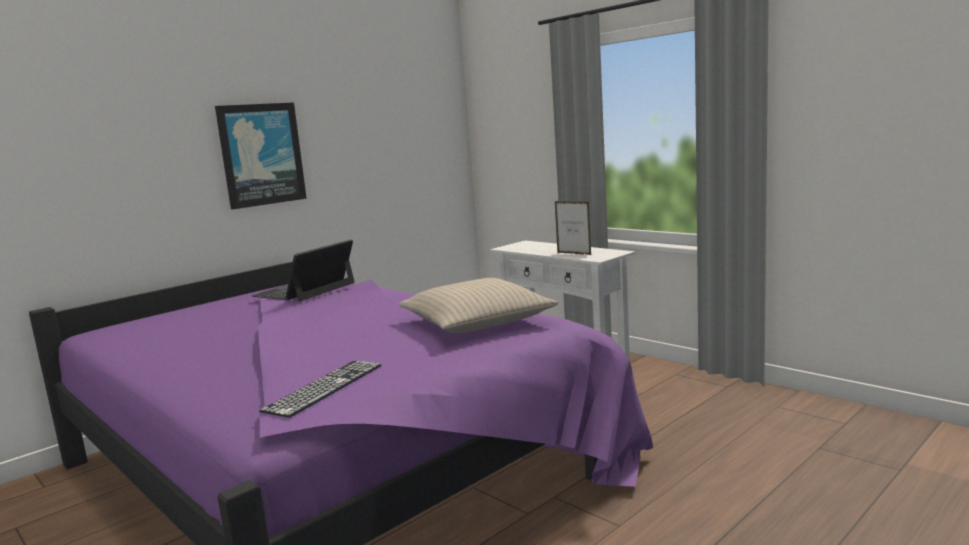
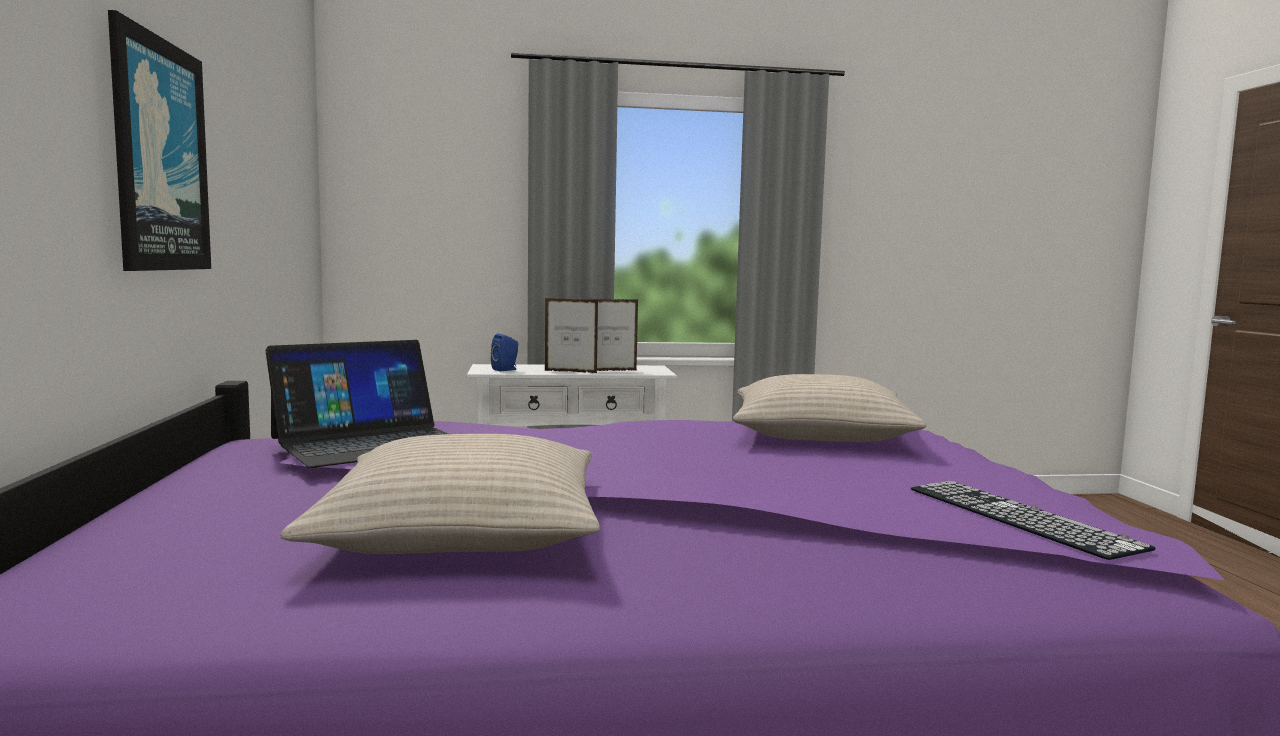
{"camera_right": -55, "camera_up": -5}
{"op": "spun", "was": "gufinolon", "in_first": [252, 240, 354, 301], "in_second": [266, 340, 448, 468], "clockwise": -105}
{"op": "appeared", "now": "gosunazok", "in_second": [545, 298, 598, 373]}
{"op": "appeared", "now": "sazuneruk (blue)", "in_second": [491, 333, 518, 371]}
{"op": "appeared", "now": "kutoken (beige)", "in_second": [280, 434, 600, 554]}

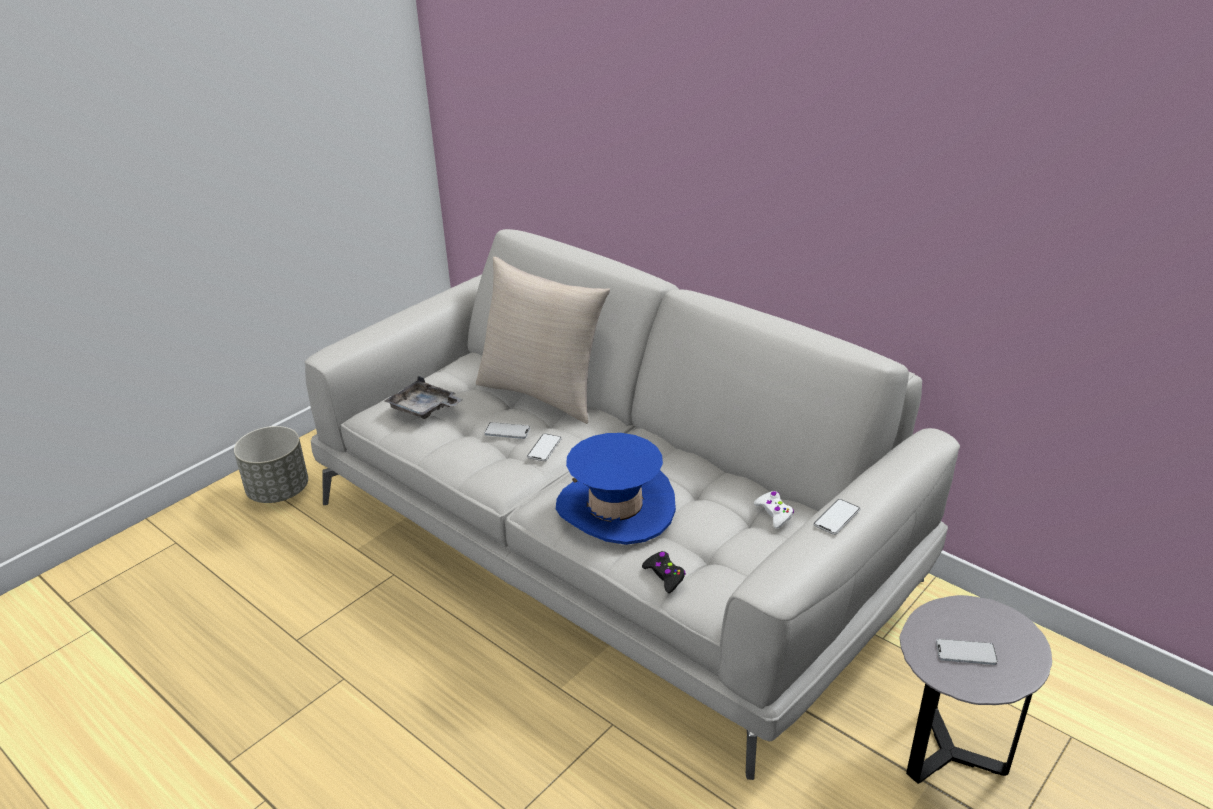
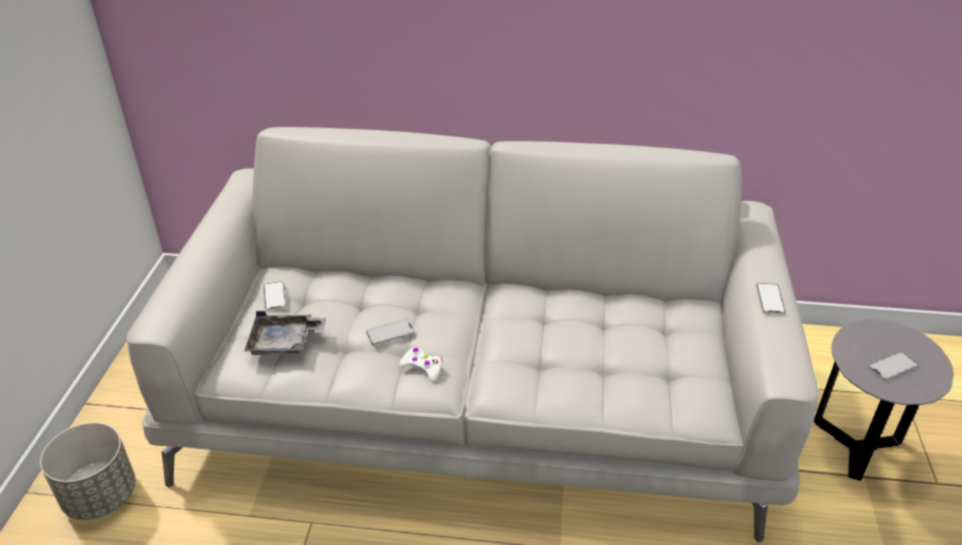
{"camera_right": -35, "camera_up": 5}
{"op": "missing", "was": "kutoken (beige)", "in_first": [476, 257, 610, 424]}
{"op": "relocated", "was": "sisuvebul", "in_first": [527, 433, 562, 461], "in_second": [263, 281, 287, 311]}
{"op": "missing", "was": "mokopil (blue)", "in_first": [556, 433, 676, 545]}
{"op": "relocated", "was": "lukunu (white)", "in_first": [754, 491, 794, 528], "in_second": [399, 347, 442, 381]}
{"op": "missing", "was": "lukunu (black)", "in_first": [642, 551, 686, 593]}

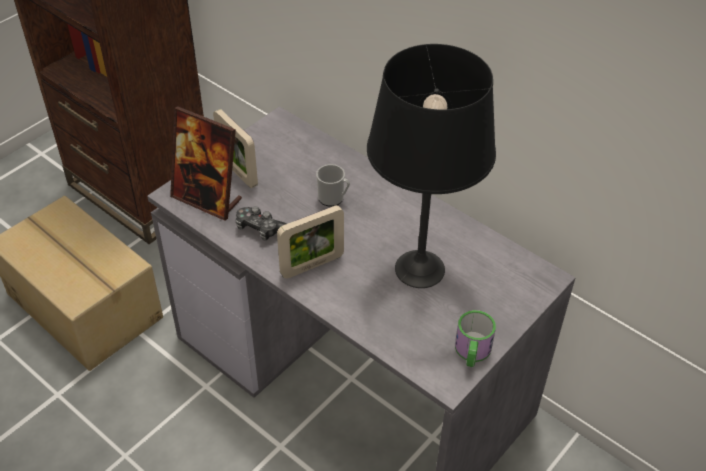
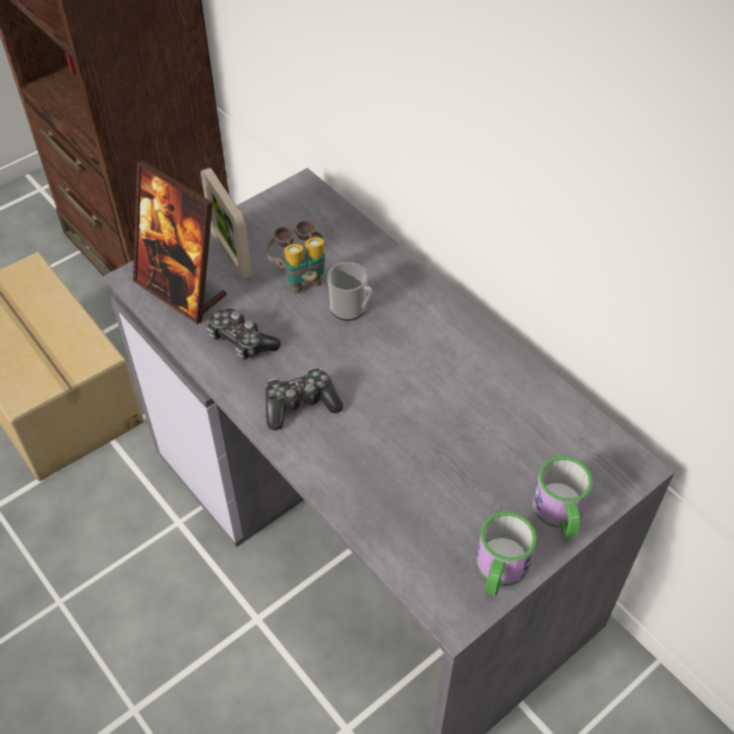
{"camera_right": 10, "camera_up": 5}
{"op": "missing", "was": "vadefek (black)", "in_first": [367, 44, 496, 288]}
{"op": "exchanged", "was": "gosunazok", "now": "lukunu", "in_first": [277, 205, 344, 279], "in_second": [265, 368, 343, 430]}
{"op": "appeared", "now": "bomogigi", "in_second": [265, 220, 325, 294]}
{"op": "appeared", "now": "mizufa", "in_second": [532, 456, 593, 538]}

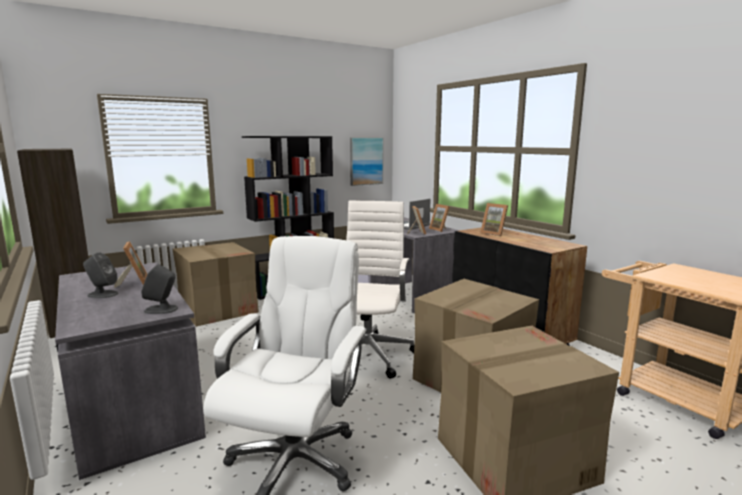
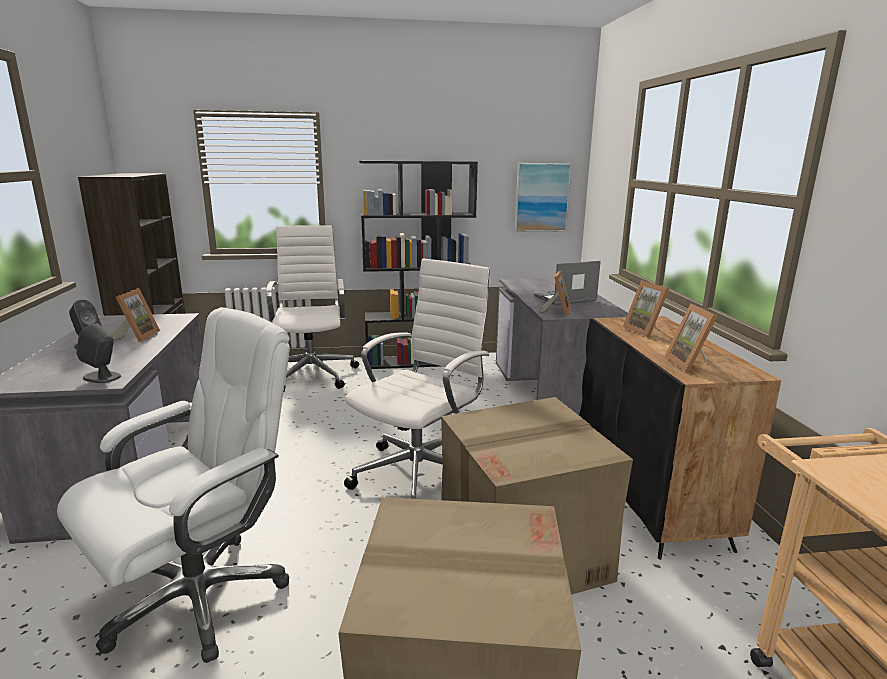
{"camera_right": 25, "camera_up": 5}
{"op": "relocated", "was": "gosunazok", "in_first": [429, 204, 449, 232], "in_second": [665, 303, 717, 372]}
{"op": "exchanged", "was": "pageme", "now": "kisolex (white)", "in_first": [173, 242, 259, 327], "in_second": [266, 225, 359, 391]}

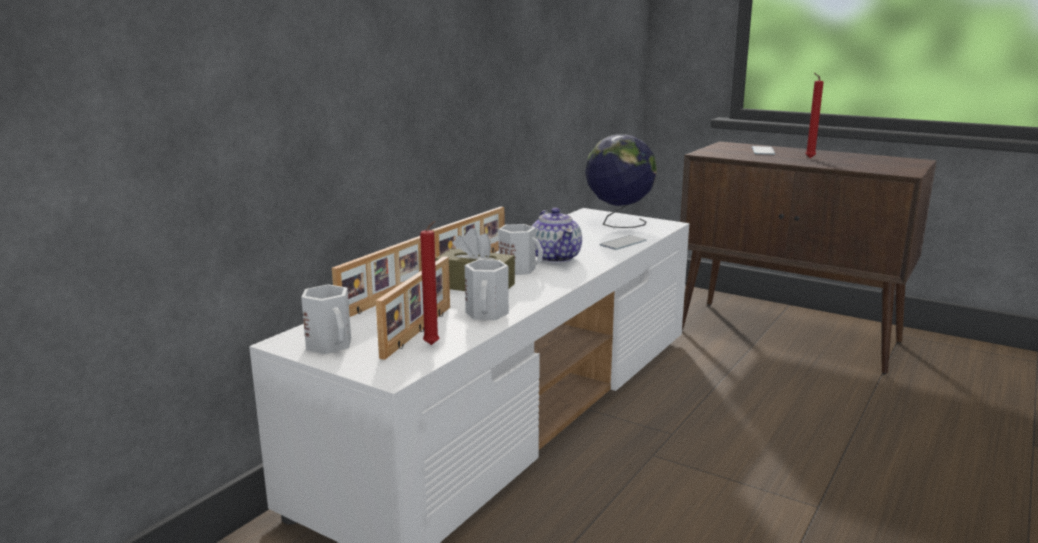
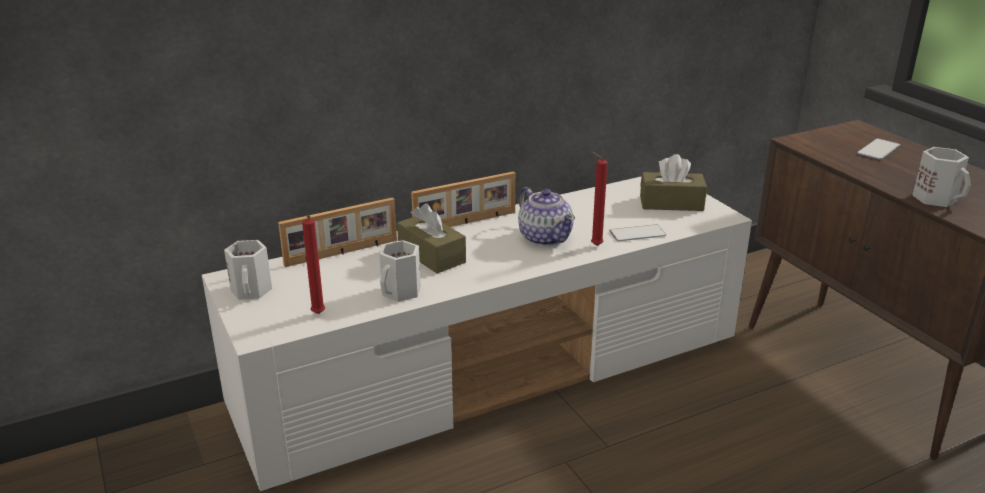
{"camera_right": 30, "camera_up": 10}
{"op": "relocated", "was": "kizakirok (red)", "in_first": [805, 73, 824, 158], "in_second": [591, 152, 608, 246]}
{"op": "exchanged", "was": "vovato", "now": "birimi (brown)", "in_first": [585, 135, 657, 228], "in_second": [640, 154, 707, 211]}
{"op": "spun", "was": "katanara", "in_first": [532, 208, 582, 263], "in_second": [518, 187, 575, 246], "clockwise": -45}
{"op": "relocated", "was": "mizufa (white)", "in_first": [498, 224, 543, 275], "in_second": [912, 147, 971, 207]}
{"op": "missing", "was": "gosunazok", "in_first": [376, 256, 450, 360]}

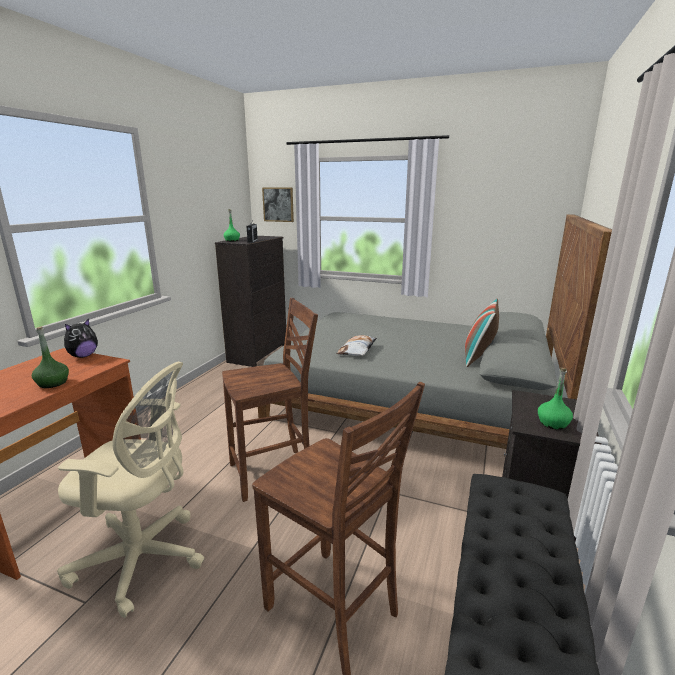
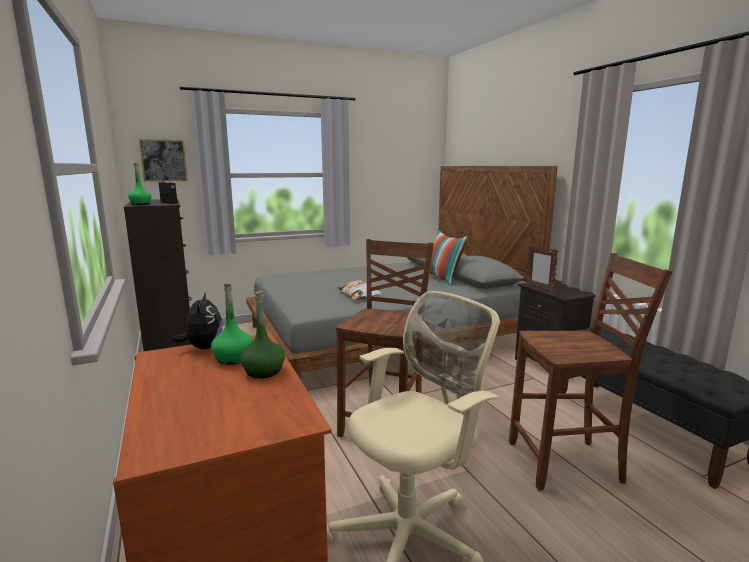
{"camera_right": -45, "camera_up": -5}
{"op": "relocated", "was": "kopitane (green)", "in_first": [538, 368, 573, 430], "in_second": [211, 284, 253, 365]}
{"op": "appeared", "now": "gosunazok", "in_second": [526, 245, 558, 292]}

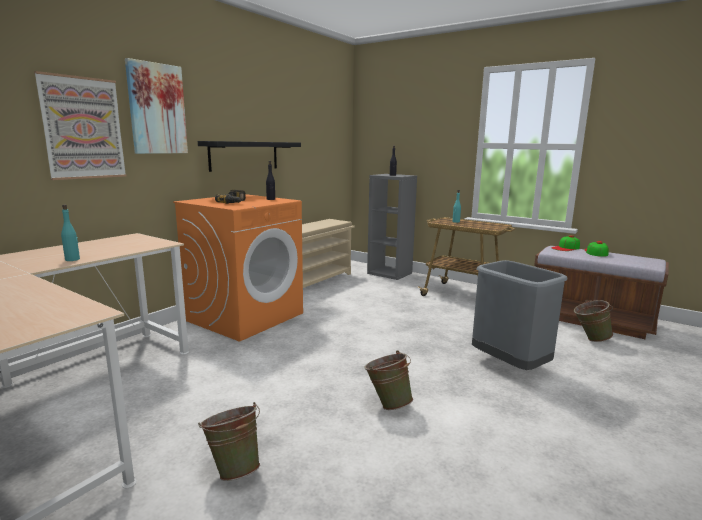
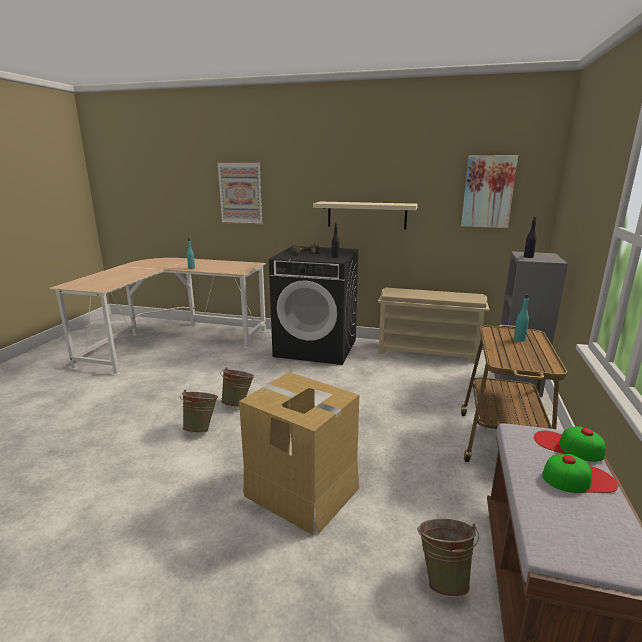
{"camera_right": 70, "camera_up": 5}
{"op": "relocated", "was": "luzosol", "in_first": [125, 58, 188, 154], "in_second": [461, 155, 518, 228]}
{"op": "colour", "was": "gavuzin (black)", "now": "gavuzin (beige)", "in_first": [198, 141, 301, 172], "in_second": [313, 202, 418, 229]}
{"op": "colour", "was": "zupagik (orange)", "now": "zupagik (black)", "in_first": [173, 194, 303, 342], "in_second": [269, 246, 359, 365]}
{"op": "exchanged", "was": "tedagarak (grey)", "now": "pageme", "in_first": [472, 260, 567, 370], "in_second": [239, 372, 359, 535]}
{"op": "relocated", "was": "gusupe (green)", "in_first": [198, 402, 260, 481], "in_second": [220, 367, 254, 407]}

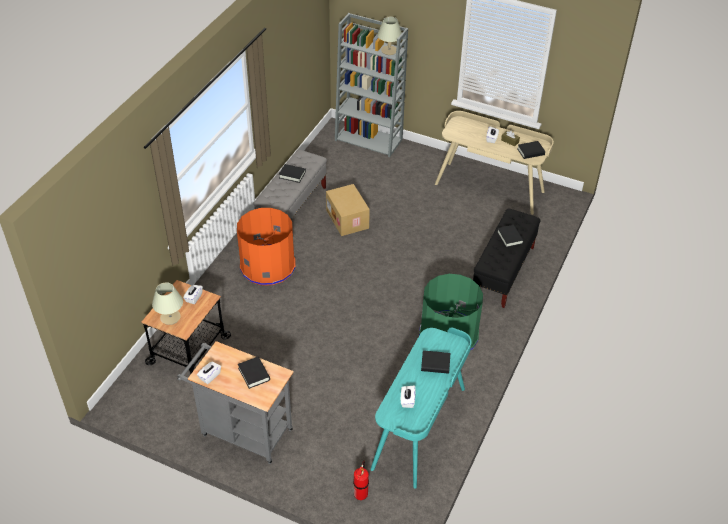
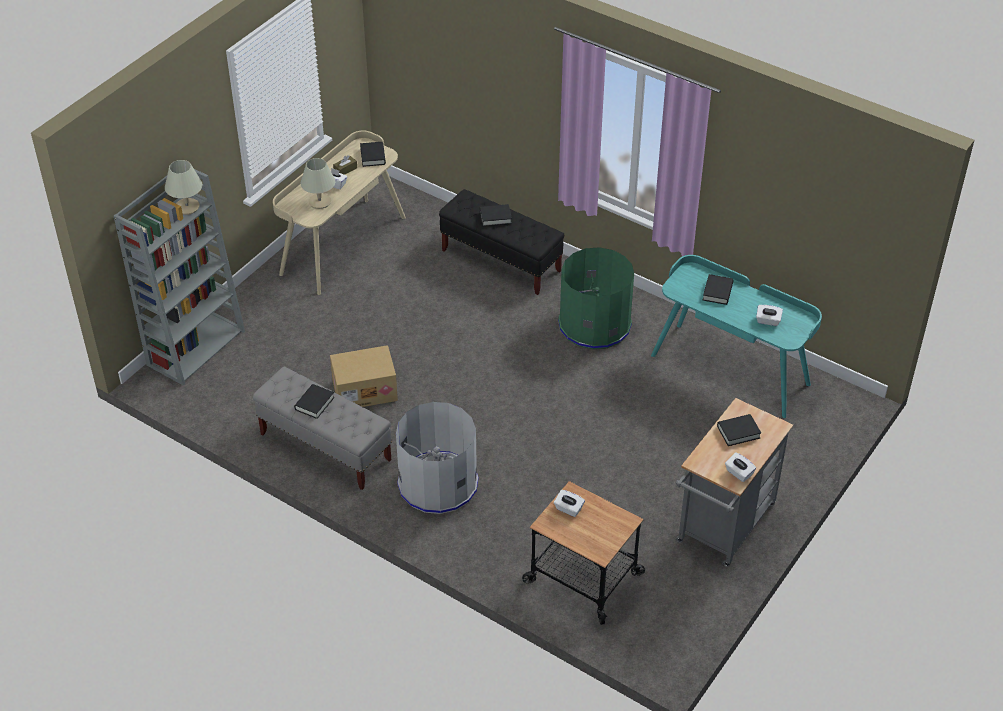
{"camera_right": -80, "camera_up": 0}
{"op": "colour", "was": "tedagarak (orange)", "now": "tedagarak (grey)", "in_first": [237, 208, 296, 286], "in_second": [396, 402, 479, 514]}
{"op": "relocated", "was": "vadefek (beige)", "in_first": [152, 282, 183, 325], "in_second": [301, 158, 335, 209]}
{"op": "missing", "was": "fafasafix", "in_first": [353, 460, 369, 500]}

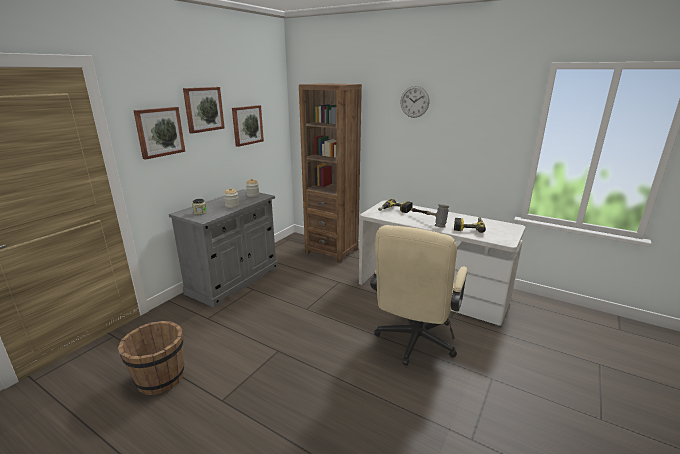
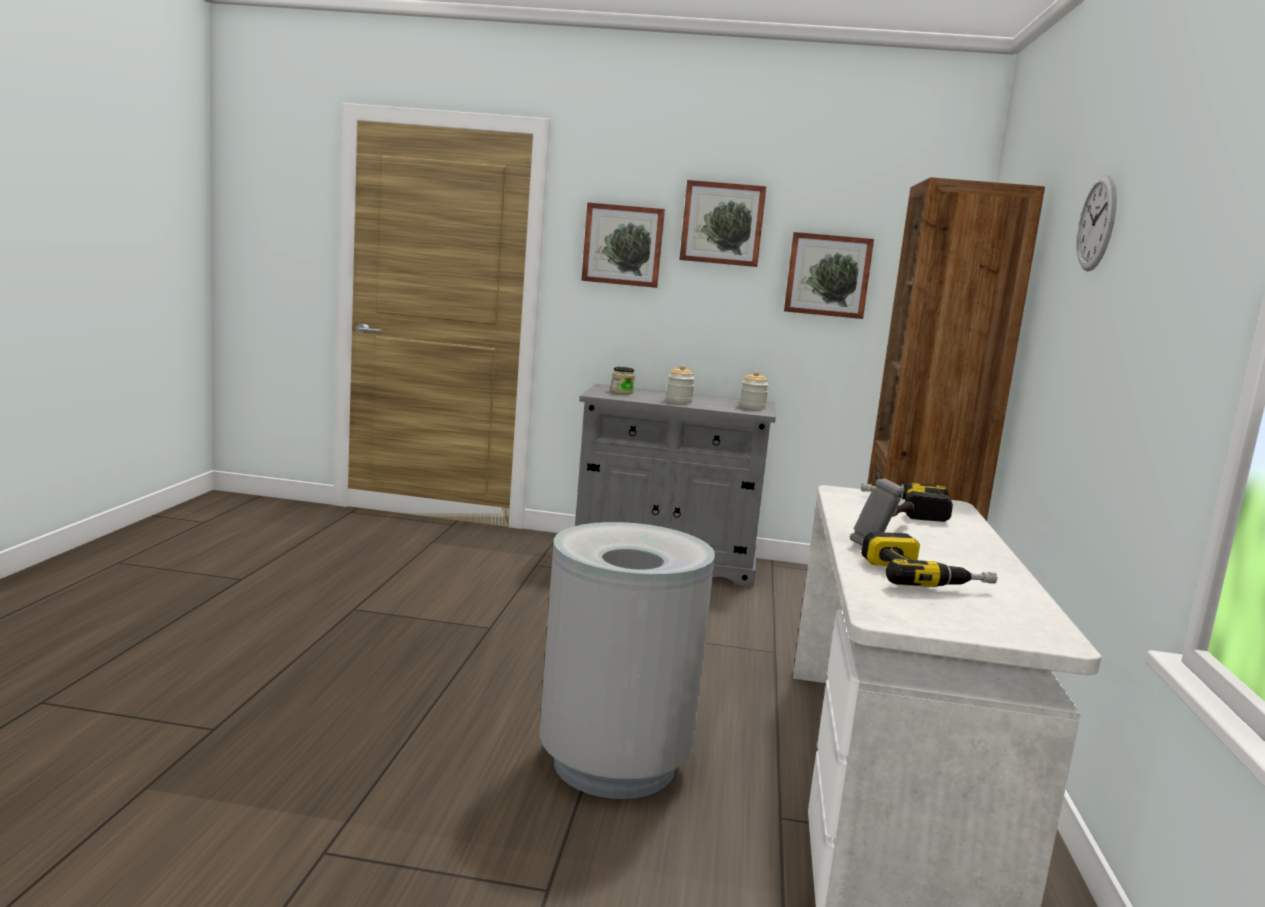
{"camera_right": 65, "camera_up": -10}
{"op": "exchanged", "was": "kisolex (beige)", "now": "tedagarak (grey)", "in_first": [370, 225, 467, 366], "in_second": [540, 522, 715, 799]}
{"op": "missing", "was": "gusupe (brown)", "in_first": [118, 321, 184, 395]}

